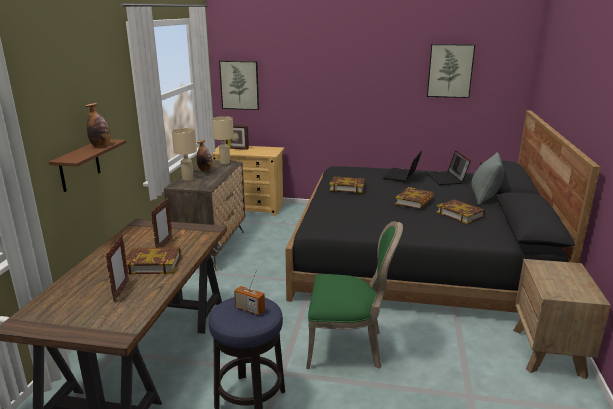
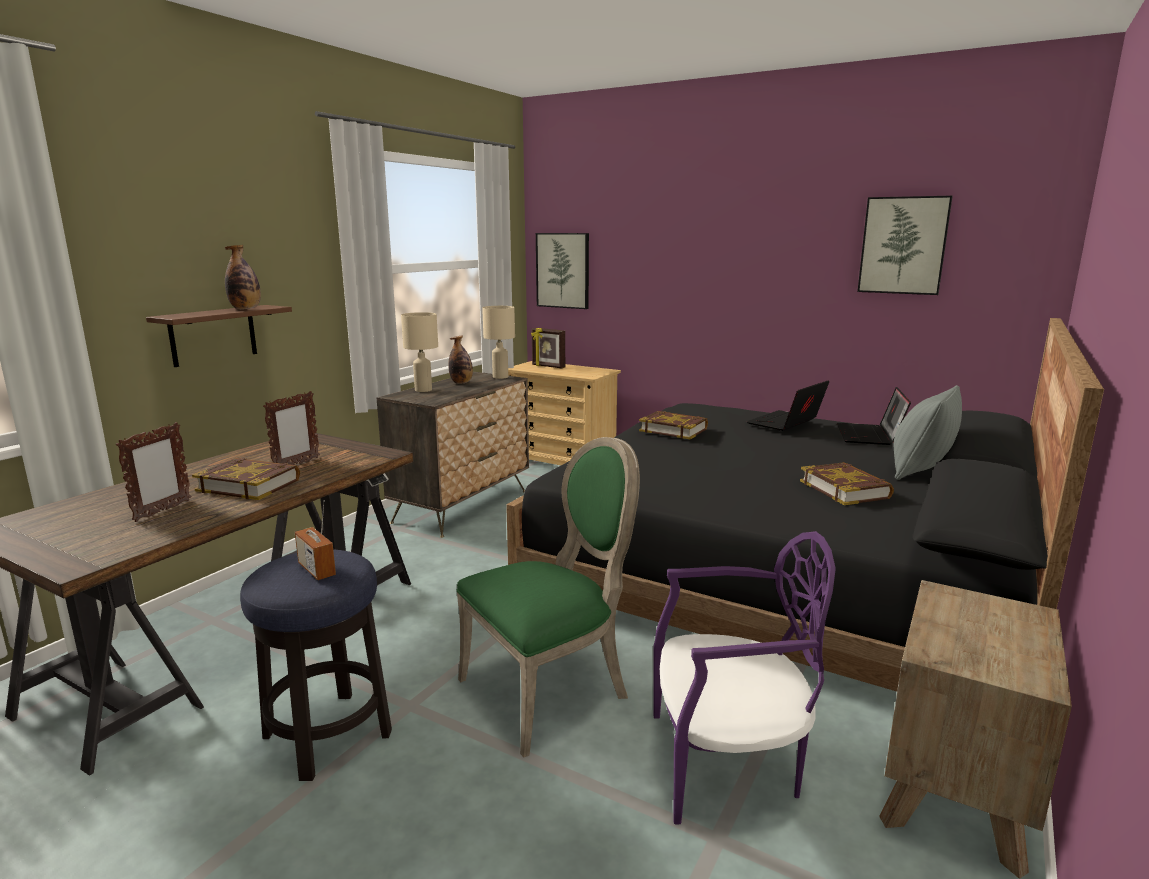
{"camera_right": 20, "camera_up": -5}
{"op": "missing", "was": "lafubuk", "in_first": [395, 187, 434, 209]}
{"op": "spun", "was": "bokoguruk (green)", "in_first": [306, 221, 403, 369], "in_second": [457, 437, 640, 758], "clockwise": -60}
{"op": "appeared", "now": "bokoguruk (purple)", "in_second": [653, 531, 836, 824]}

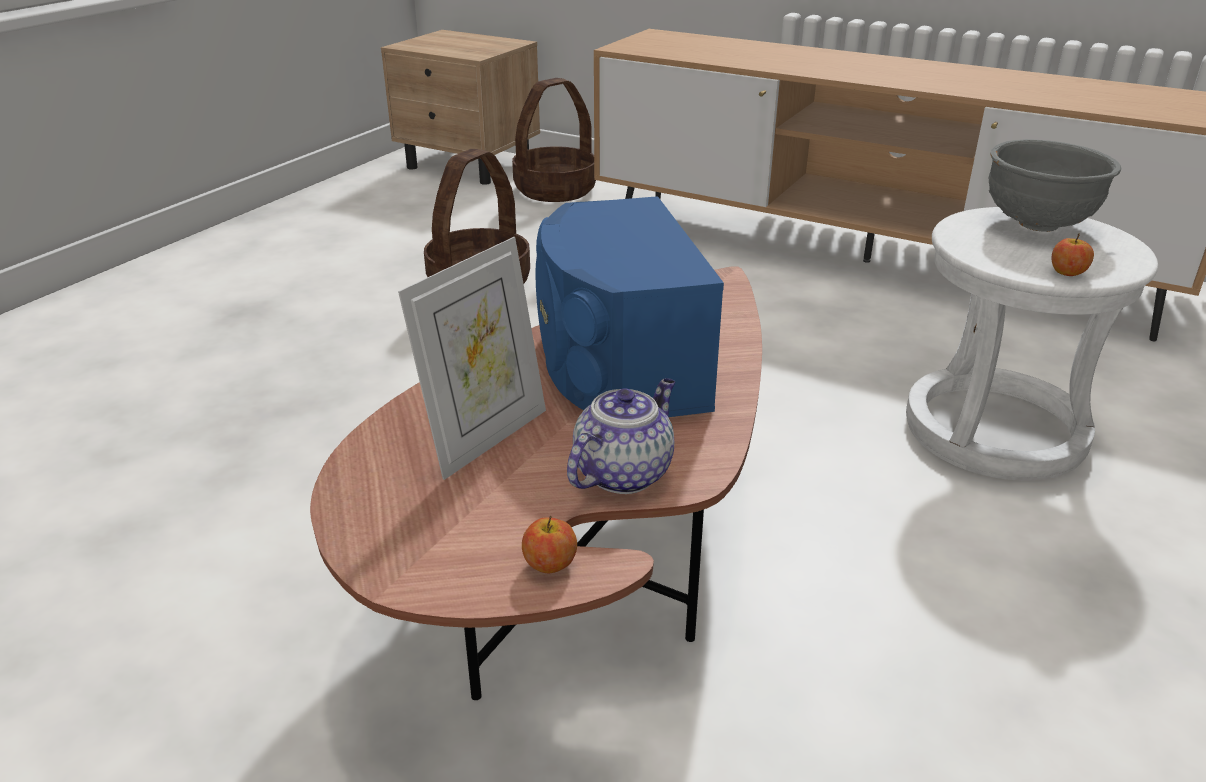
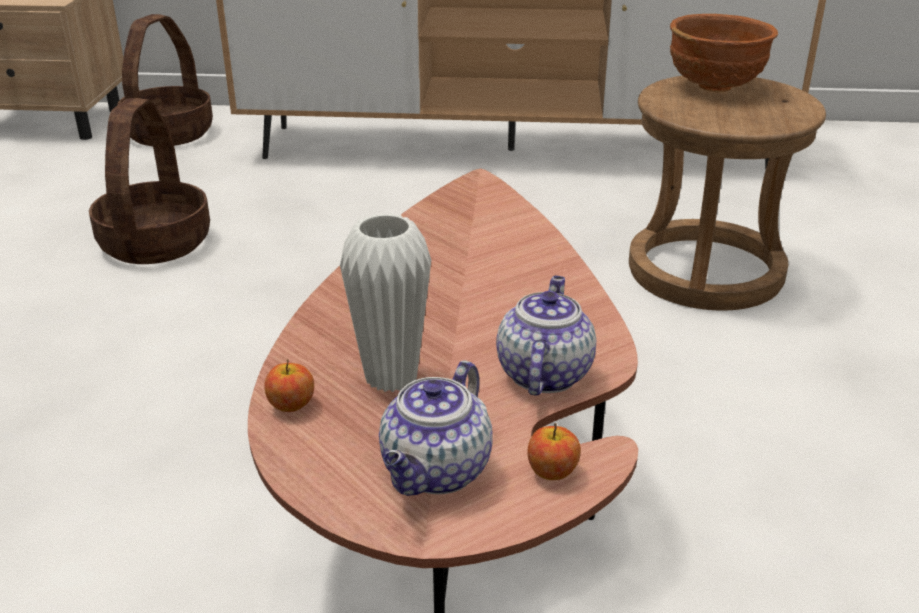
{"camera_right": -25, "camera_up": 0}
{"op": "colour", "was": "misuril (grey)", "now": "misuril (brown)", "in_first": [989, 139, 1122, 232], "in_second": [670, 14, 778, 92]}
{"op": "missing", "was": "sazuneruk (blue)", "in_first": [536, 196, 724, 417]}
{"op": "colour", "was": "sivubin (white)", "now": "sivubin (brown)", "in_first": [906, 207, 1158, 481], "in_second": [629, 76, 826, 311]}
{"op": "relocated", "was": "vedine", "in_first": [1052, 233, 1094, 276], "in_second": [264, 359, 314, 412]}
{"op": "exchanged", "was": "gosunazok", "now": "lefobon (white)", "in_first": [398, 237, 546, 480], "in_second": [340, 213, 431, 392]}
{"op": "appeared", "now": "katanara", "in_second": [379, 360, 493, 496]}

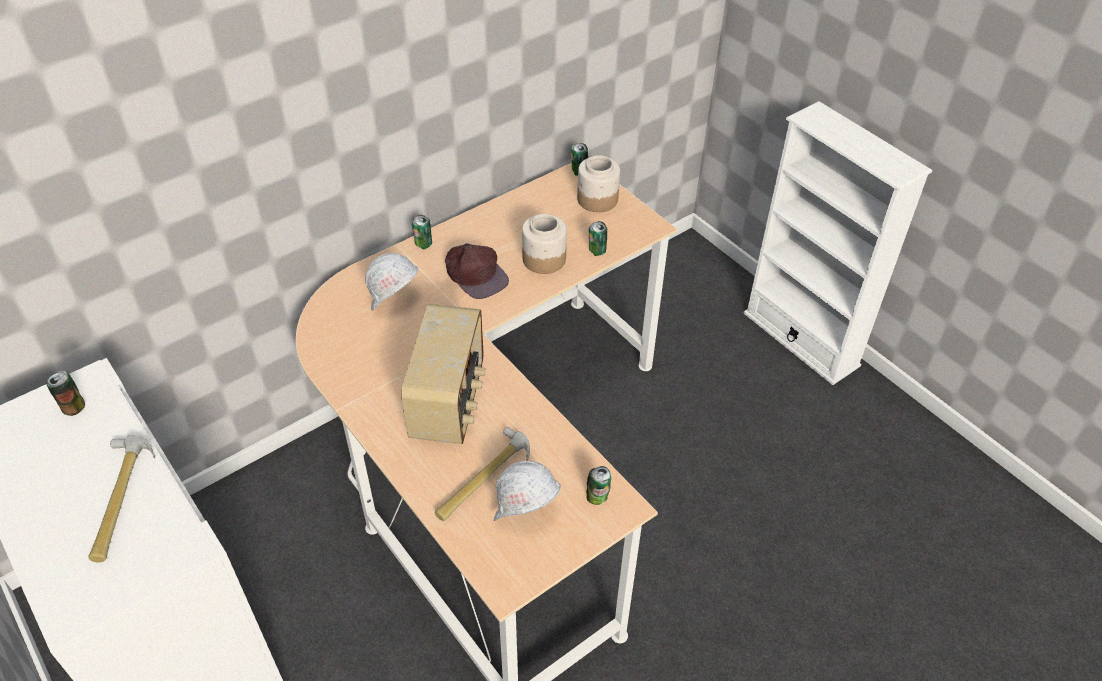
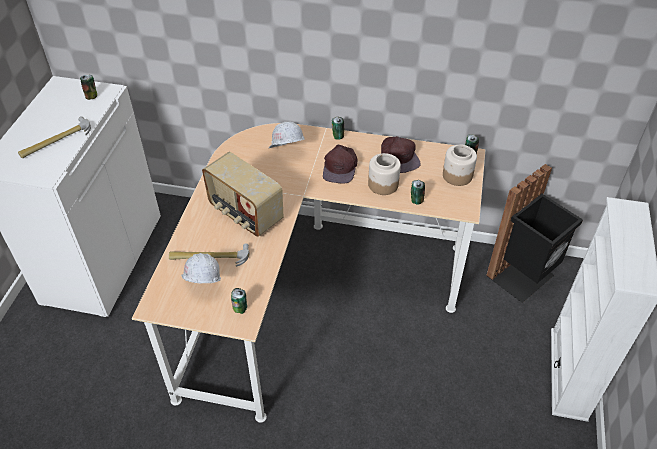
{"camera_right": 50, "camera_up": 0}
{"op": "spun", "was": "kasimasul", "in_first": [401, 304, 486, 444], "in_second": [202, 152, 284, 237], "clockwise": 75}
{"op": "appeared", "now": "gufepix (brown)", "in_second": [381, 136, 421, 173]}
{"op": "appeared", "now": "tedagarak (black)", "in_second": [486, 164, 583, 303]}

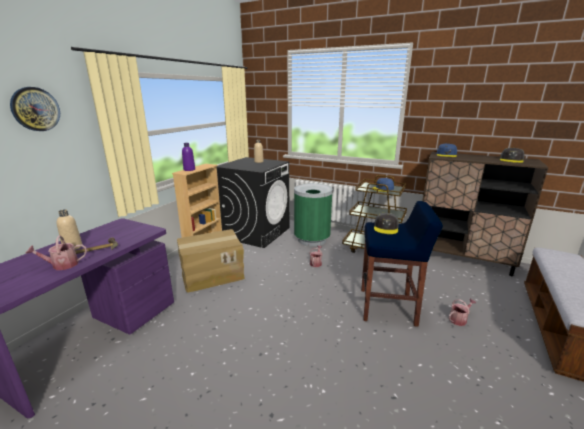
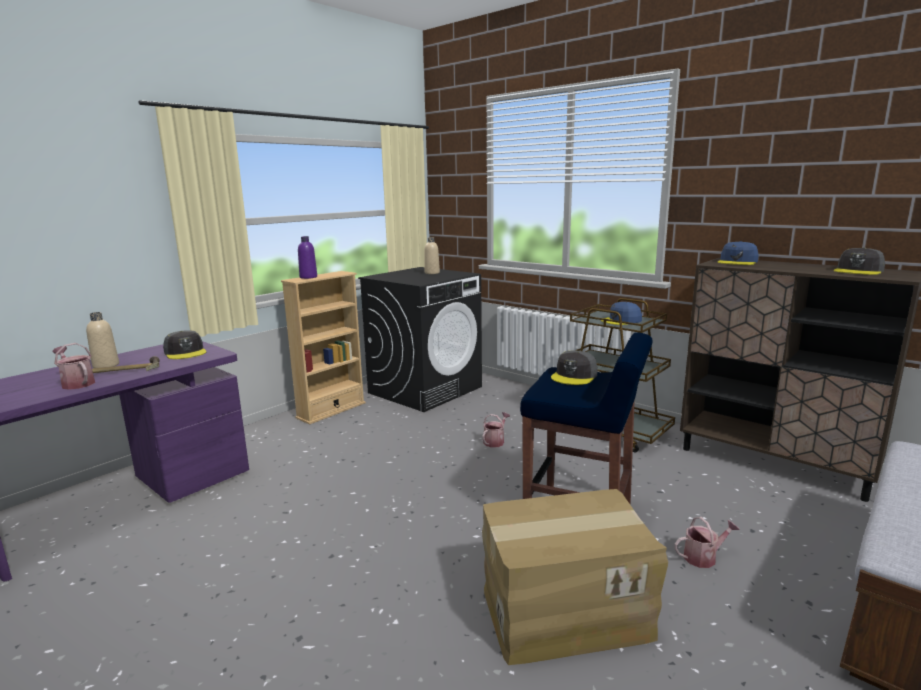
{"camera_right": 15, "camera_up": -5}
{"op": "missing", "was": "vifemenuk", "in_first": [10, 87, 60, 131]}
{"op": "missing", "was": "tedagarak (green)", "in_first": [294, 183, 333, 246]}
{"op": "relocated", "was": "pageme", "in_first": [177, 229, 245, 293], "in_second": [482, 489, 668, 665]}
{"op": "spun", "was": "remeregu", "in_first": [25, 235, 87, 270], "in_second": [52, 343, 95, 390], "clockwise": 45}
{"op": "appeared", "now": "gufepix (grey)", "in_second": [163, 330, 206, 359]}

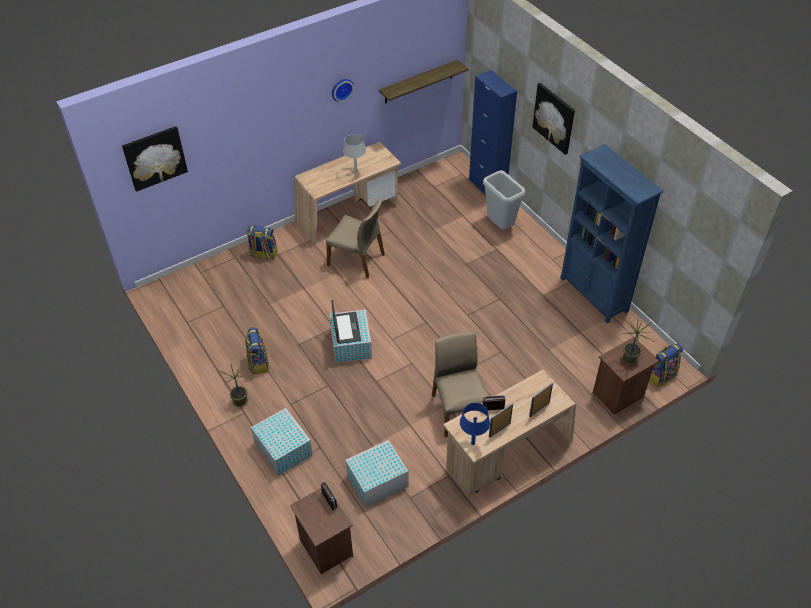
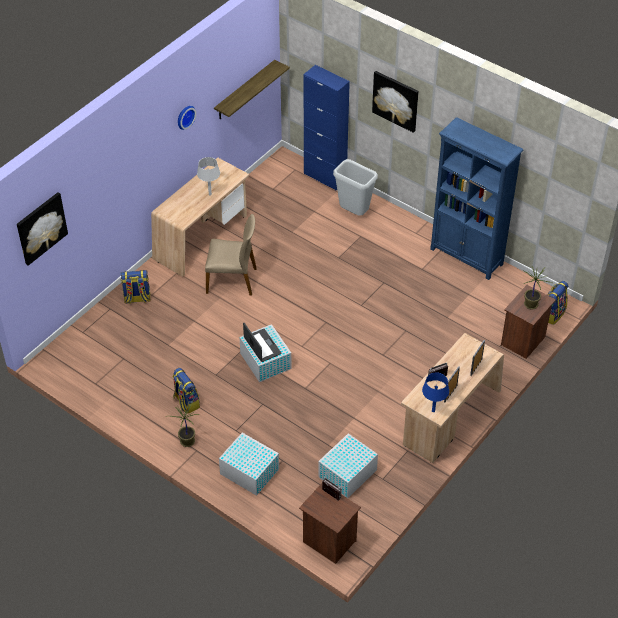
{"camera_right": -20, "camera_up": 0}
{"op": "missing", "was": "bokoguruk (beige)", "in_first": [432, 331, 490, 437]}

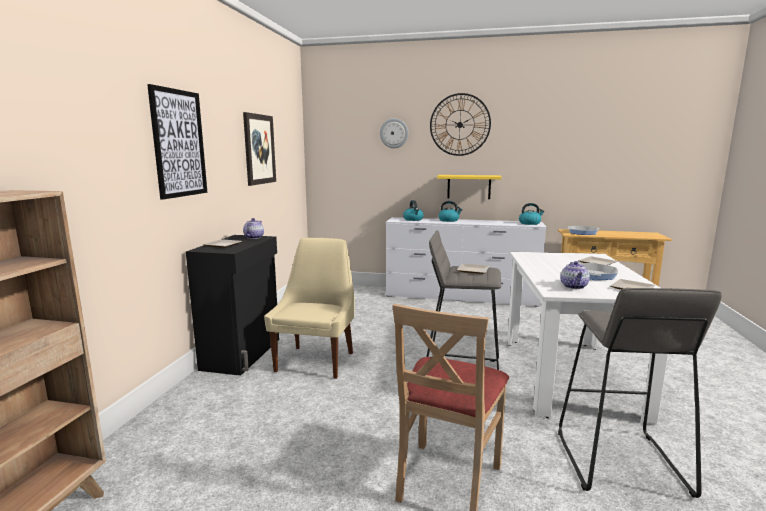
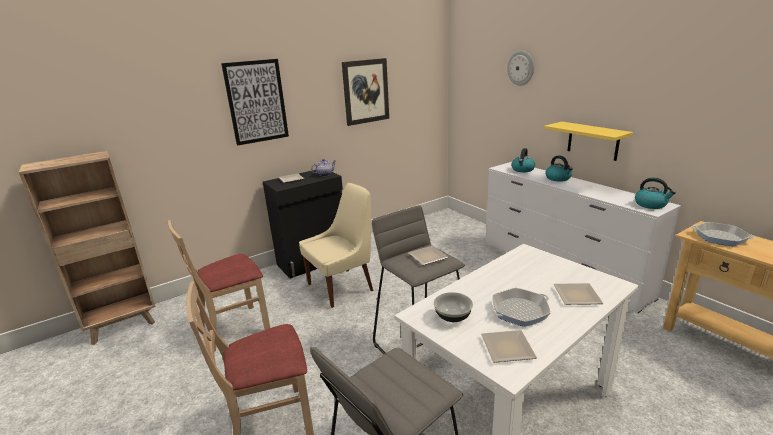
{"camera_right": 45, "camera_up": 10}
{"op": "missing", "was": "vifemenuk", "in_first": [430, 93, 491, 156]}
{"op": "exchanged", "was": "katanara", "now": "misuril", "in_first": [560, 261, 590, 289], "in_second": [434, 292, 473, 322]}
{"op": "appeared", "now": "bokoguruk (beige)", "in_second": [168, 220, 270, 352]}

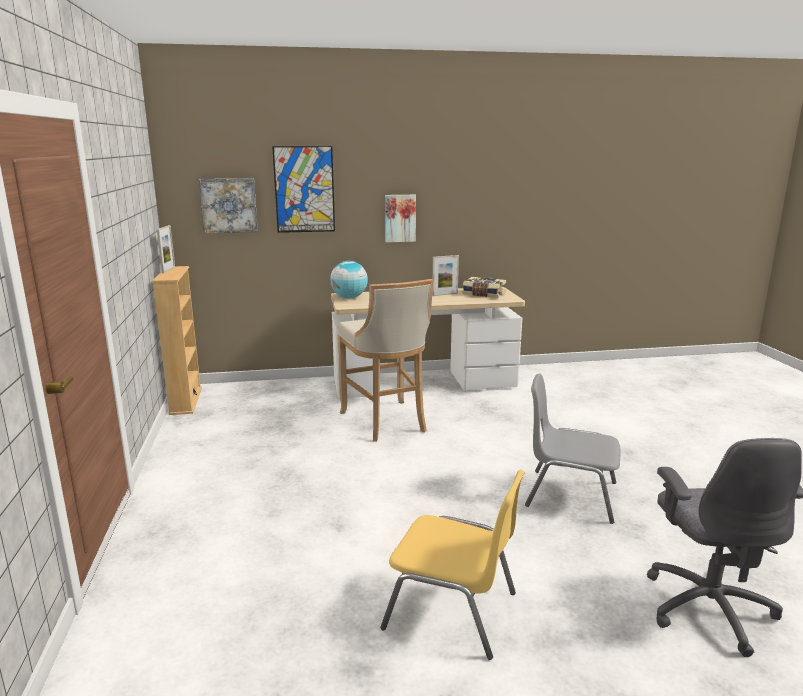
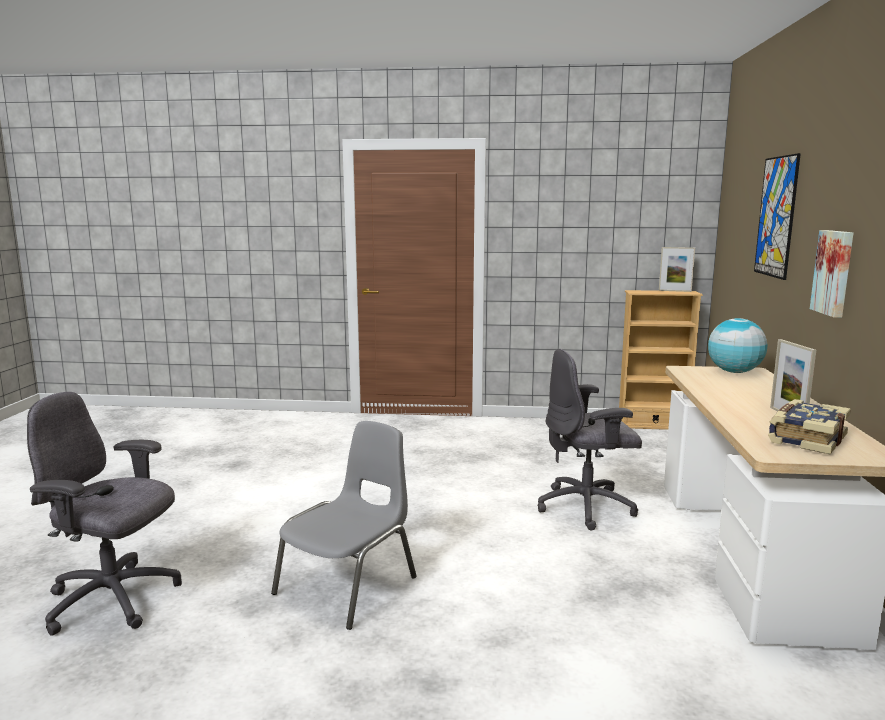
{"camera_right": 105, "camera_up": -5}
{"op": "missing", "was": "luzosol", "in_first": [199, 178, 258, 233]}
{"op": "exchanged", "was": "sivubin (beige)", "now": "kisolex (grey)", "in_first": [338, 279, 433, 442], "in_second": [538, 349, 642, 530]}
{"op": "missing", "was": "bokoguruk (yellow)", "in_first": [380, 469, 525, 660]}

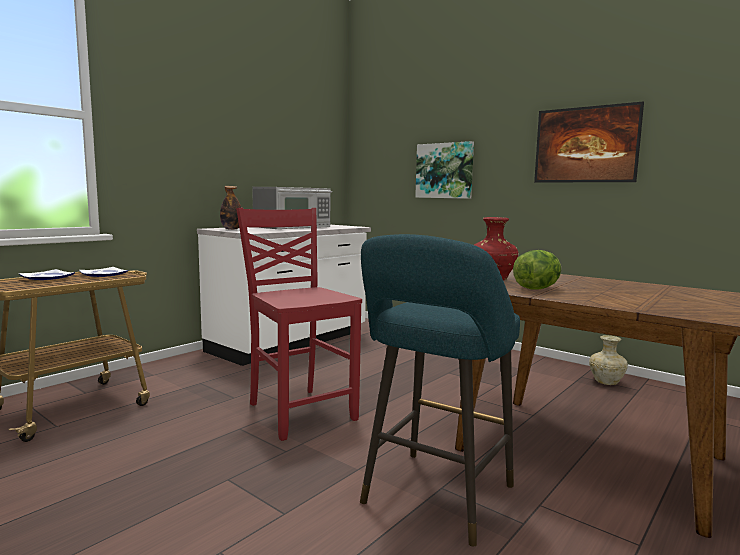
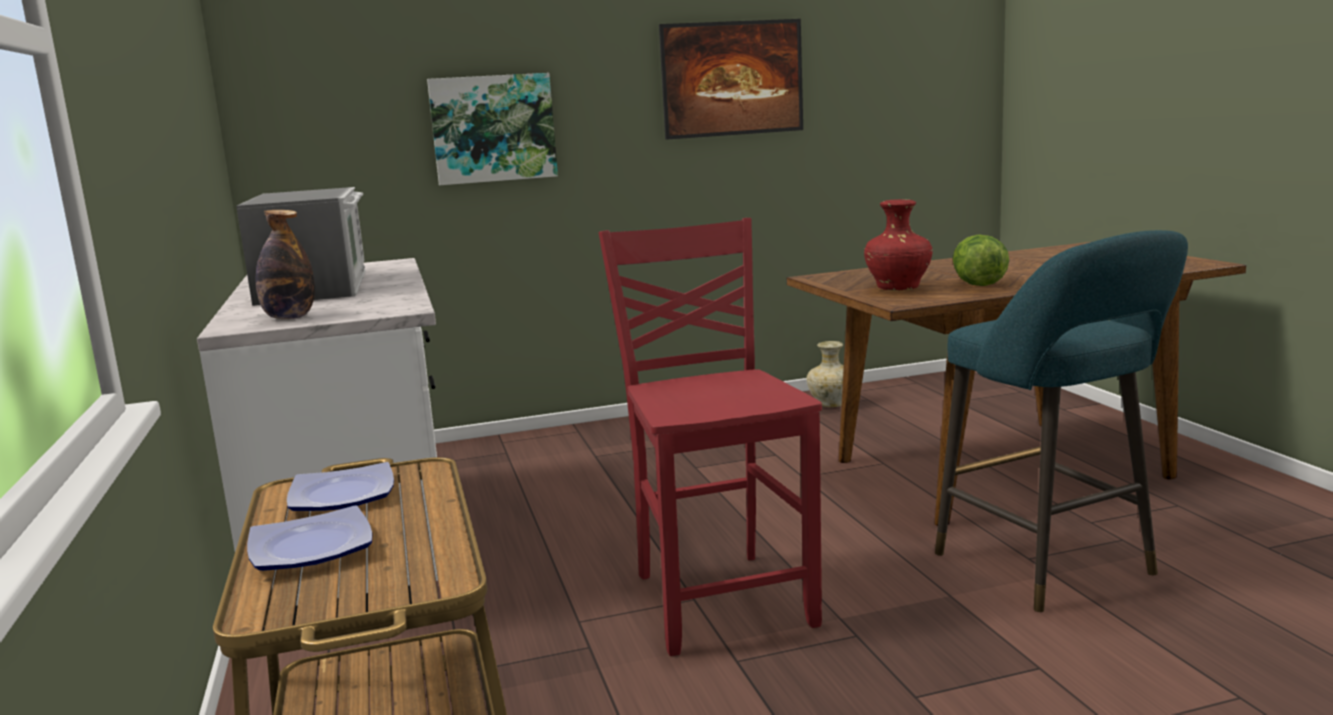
{"camera_right": -55, "camera_up": 5}
{"op": "spun", "was": "bokoguruk (red)", "in_first": [236, 208, 362, 441], "in_second": [599, 218, 822, 656], "clockwise": 75}

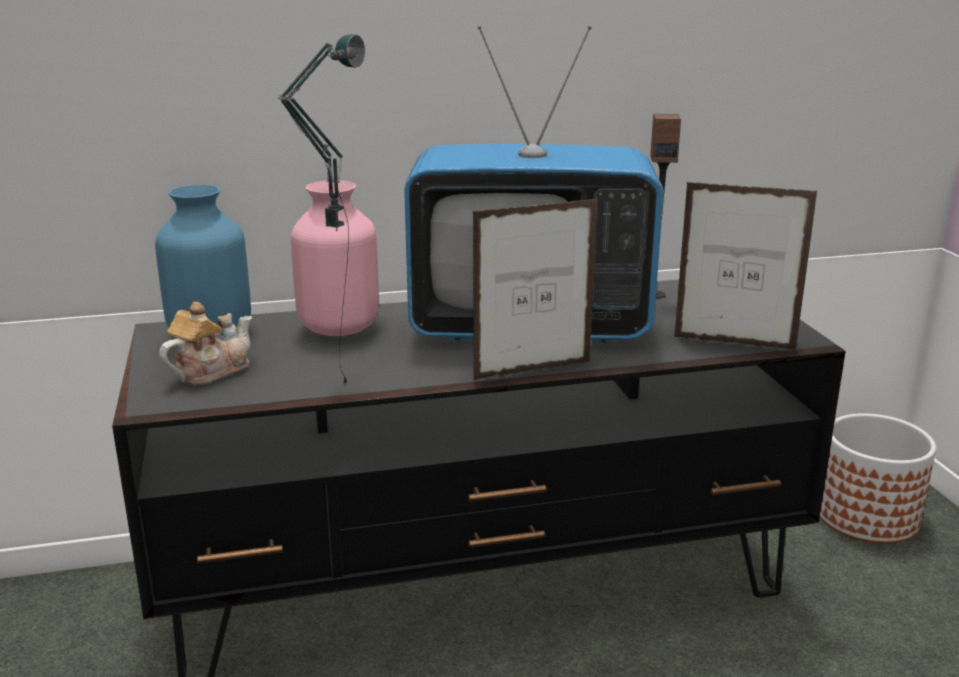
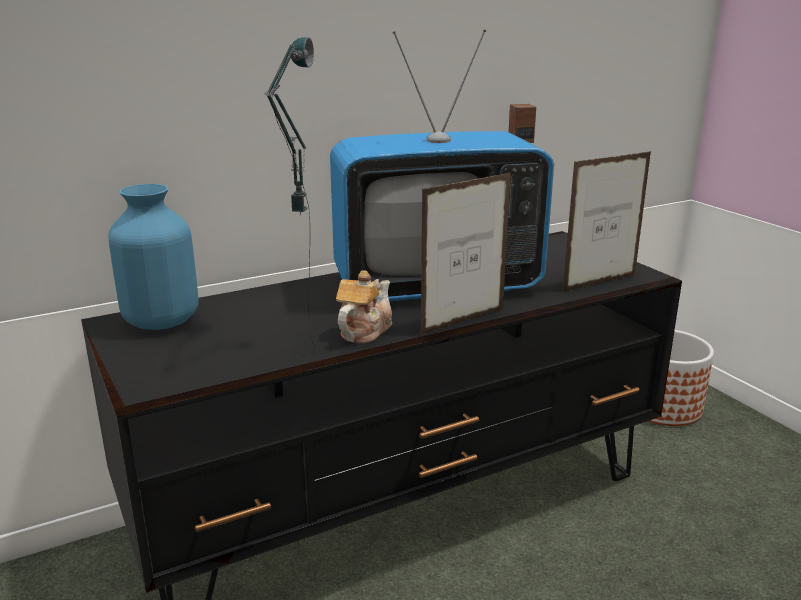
{"camera_right": -15, "camera_up": 0}
{"op": "missing", "was": "lefobon (pink)", "in_first": [291, 180, 379, 336]}
{"op": "spun", "was": "gosunazok", "in_first": [673, 182, 817, 350], "in_second": [563, 151, 651, 291], "clockwise": 150}
{"op": "relocated", "was": "katanara", "in_first": [159, 302, 252, 385], "in_second": [336, 270, 392, 344]}

